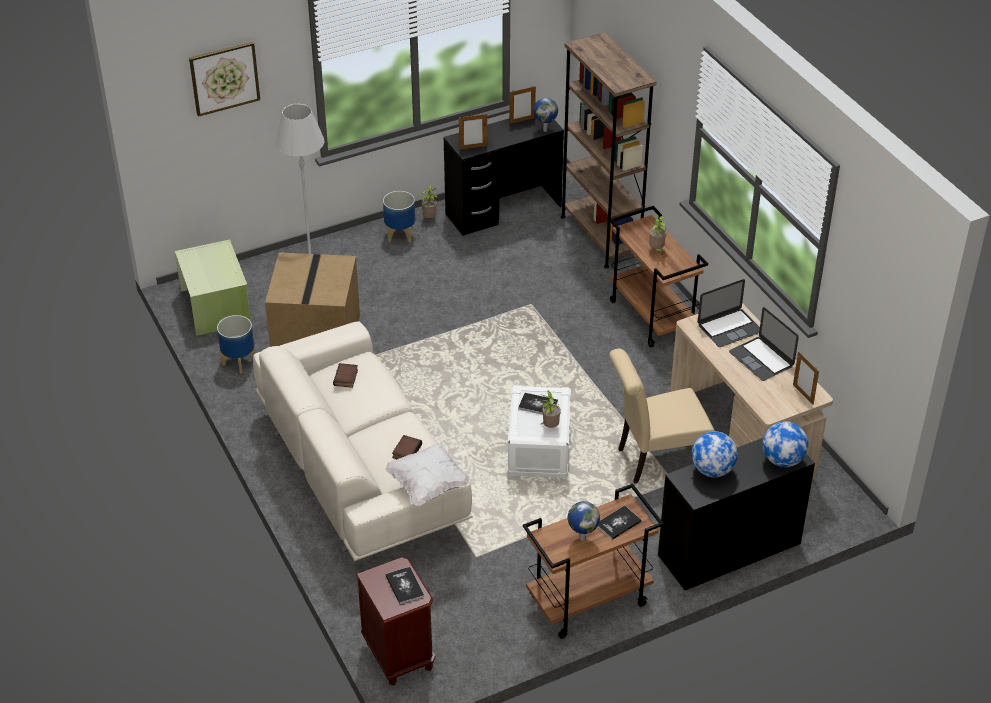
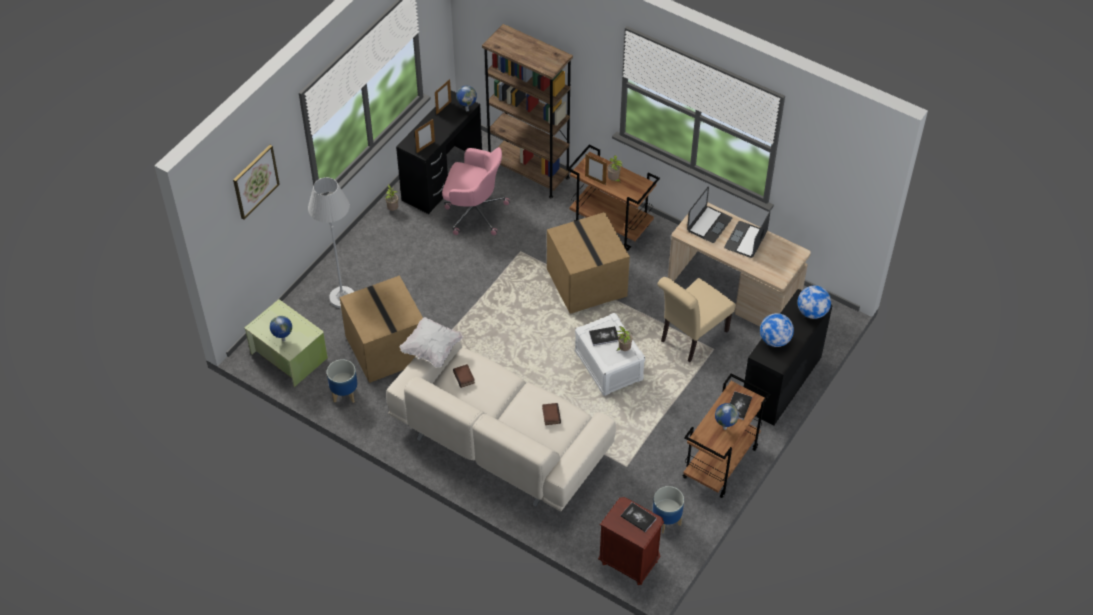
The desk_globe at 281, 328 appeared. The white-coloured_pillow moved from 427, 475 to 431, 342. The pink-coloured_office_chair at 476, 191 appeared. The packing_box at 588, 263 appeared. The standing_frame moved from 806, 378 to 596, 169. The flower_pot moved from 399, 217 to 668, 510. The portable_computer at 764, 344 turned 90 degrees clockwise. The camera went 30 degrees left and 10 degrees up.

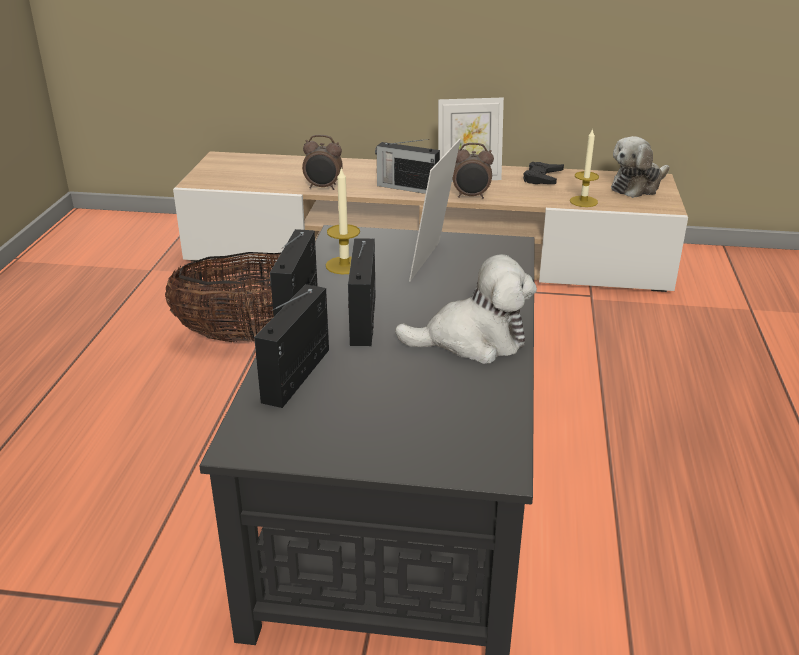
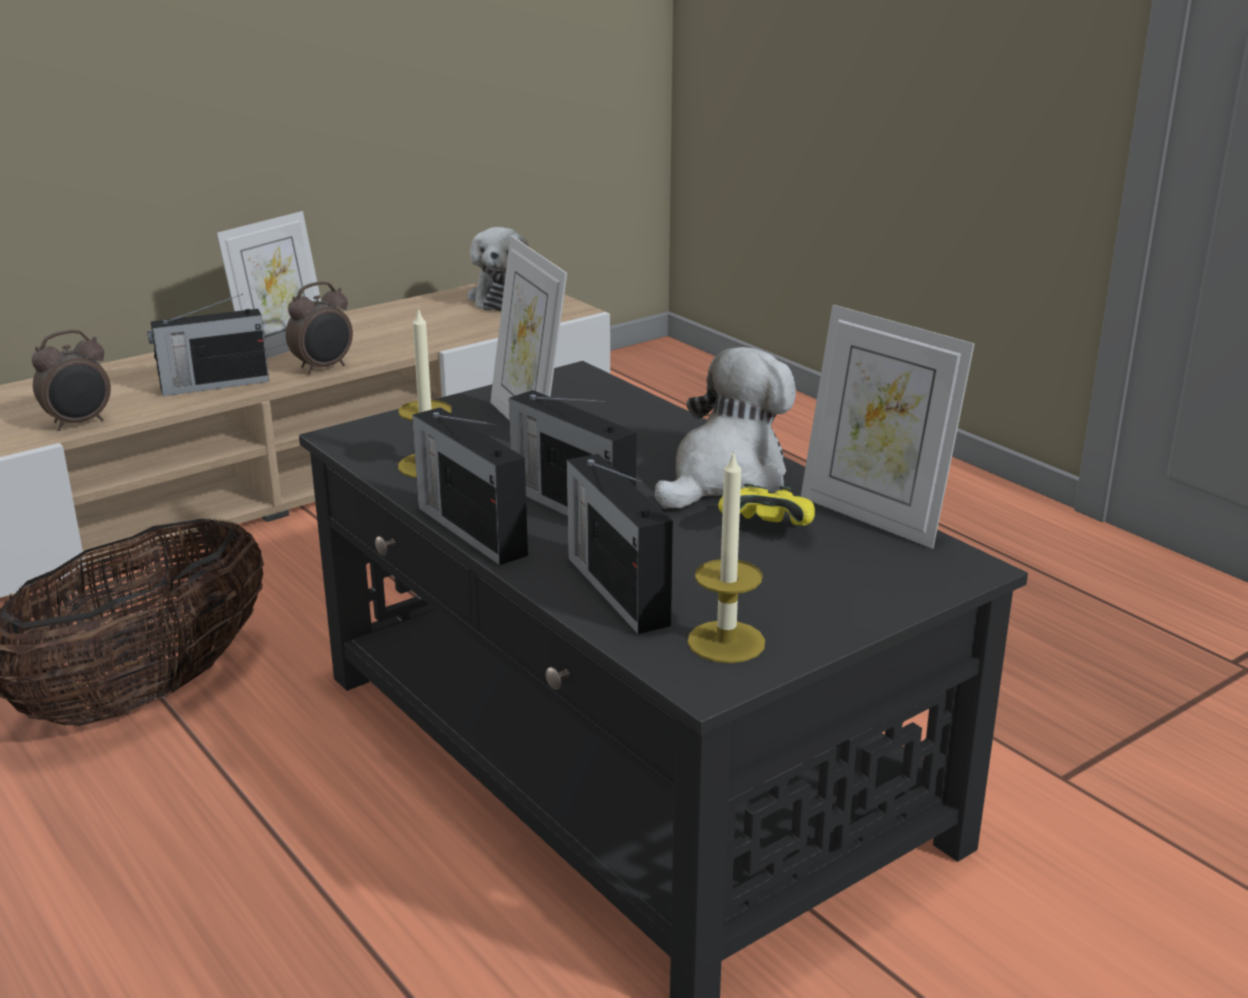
The wax_light moved from 584, 167 to 726, 556. The yellowish_joypad at 766, 505 appeared. The standing_frame at 888, 427 appeared. The black-coloured_joypad at 543, 173 disappeared. The camera went 45 degrees left and 5 degrees down.

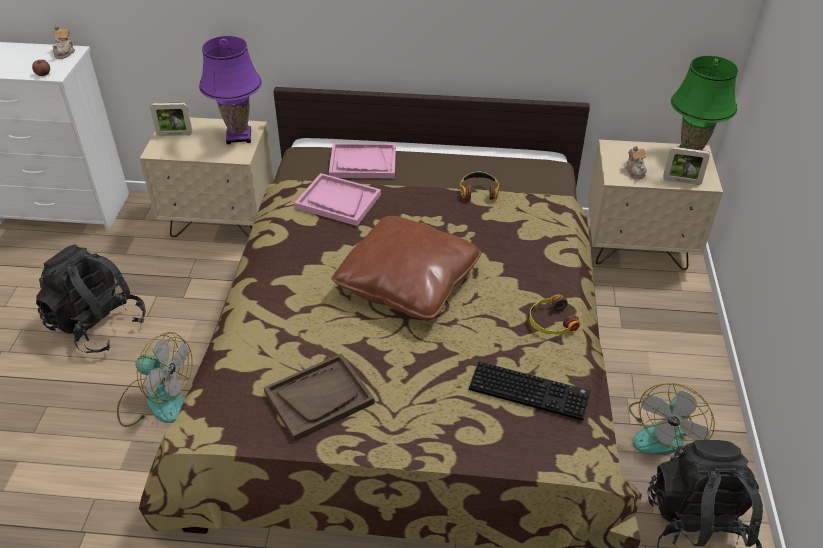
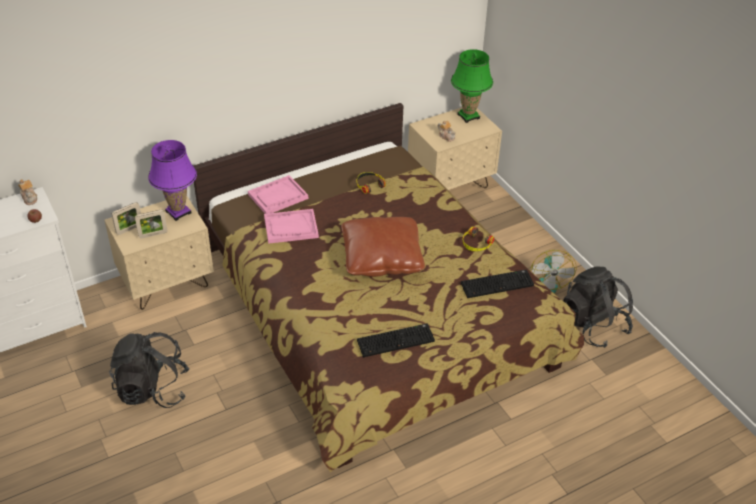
The standing_frame moved from 686, 166 to 151, 224. The brown-coloured_carrying_tray at 319, 397 was replaced by the computer_keyboard at 396, 340. The electric_fan at 154, 379 disappeared. The camera went 35 degrees left and 0 degrees up.

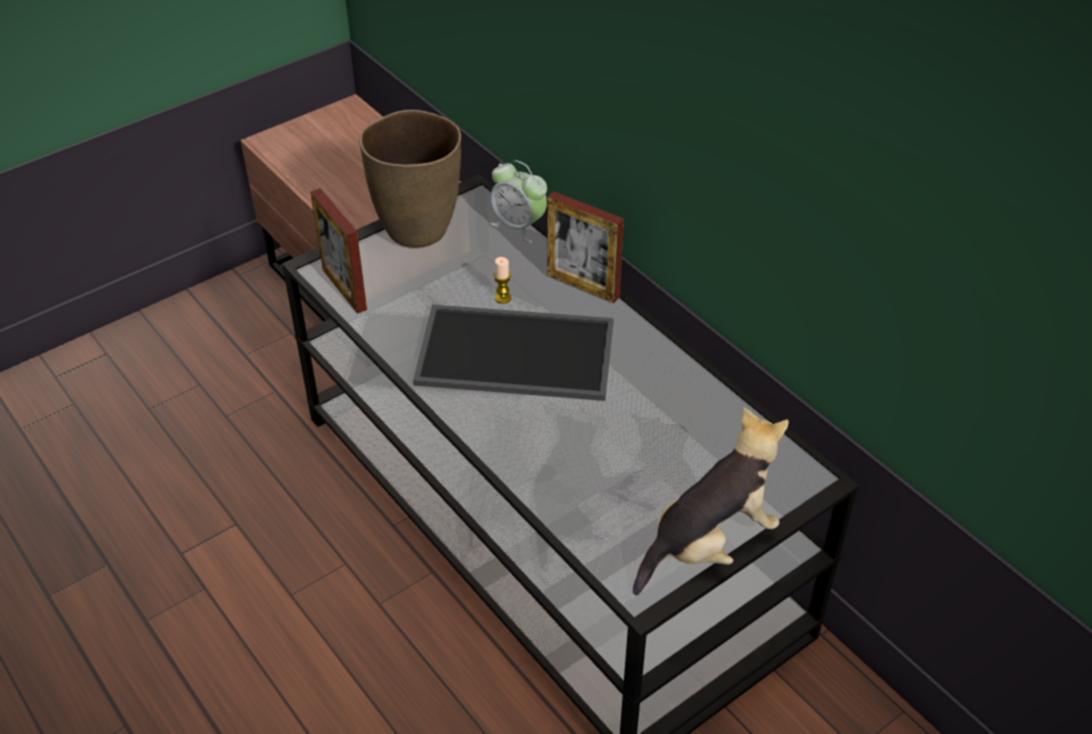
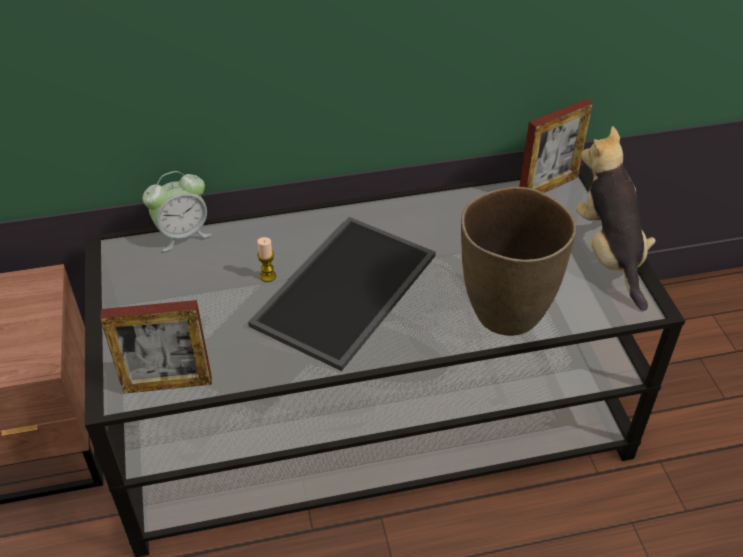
The brown-coloured_decorative_vase moved from 410, 179 to 518, 261. The standing_frame moved from 585, 247 to 556, 146. The camera went 65 degrees left and 0 degrees up.

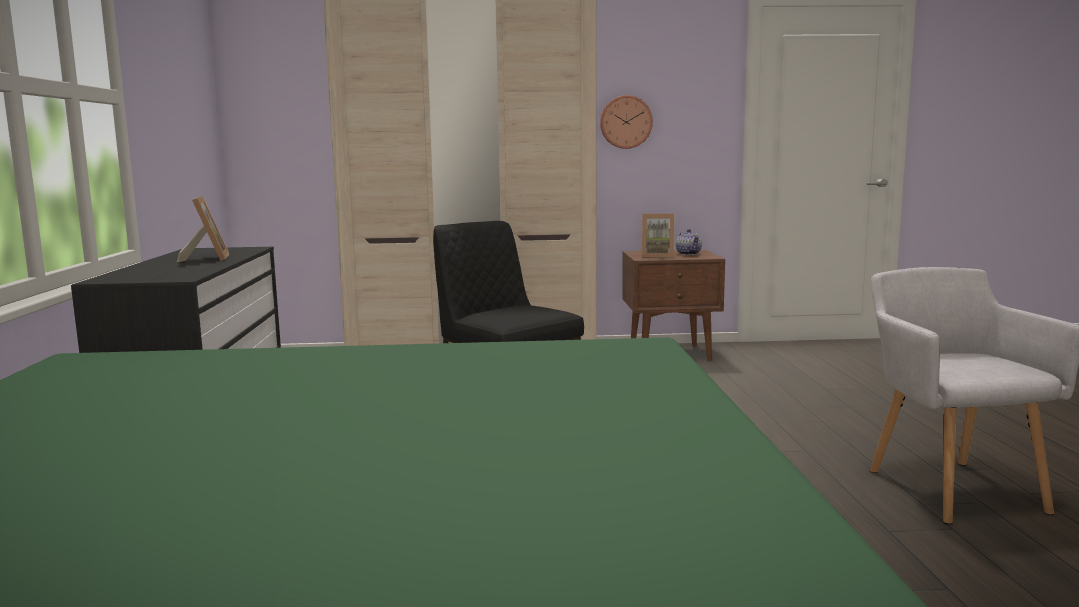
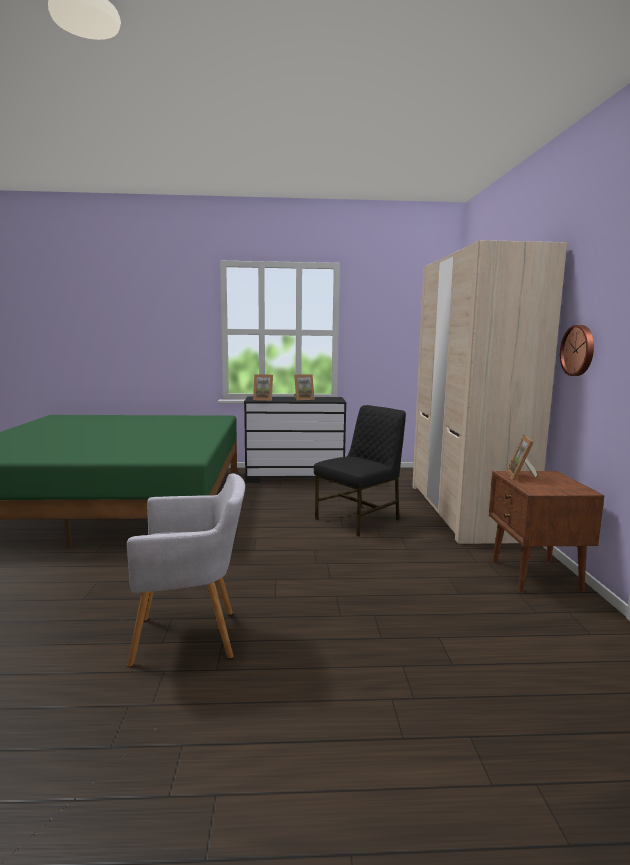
The standing_frame at 263, 387 appeared. The tea_pot at 689, 242 disappeared. The camera went 90 degrees right and 0 degrees up.

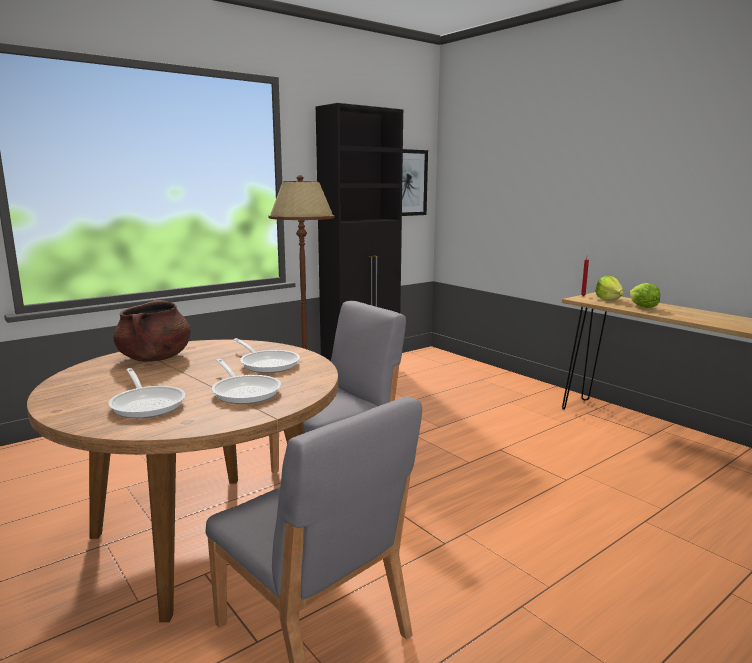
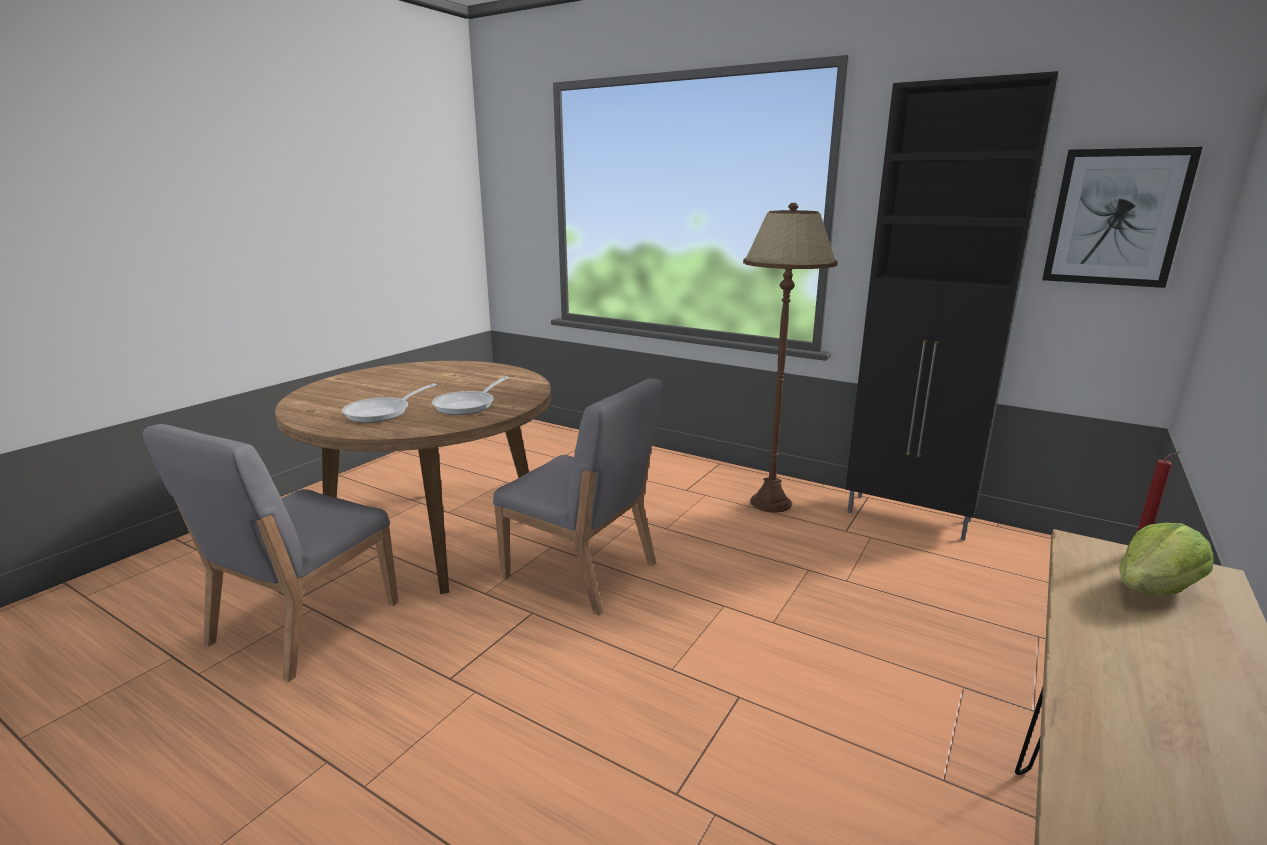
The pan at 146, 393 disappeared. The brown-coloured_stockpot at 152, 331 disappeared. The head_of_lettuce at 645, 295 disappeared. The camera went 70 degrees right and 5 degrees up.

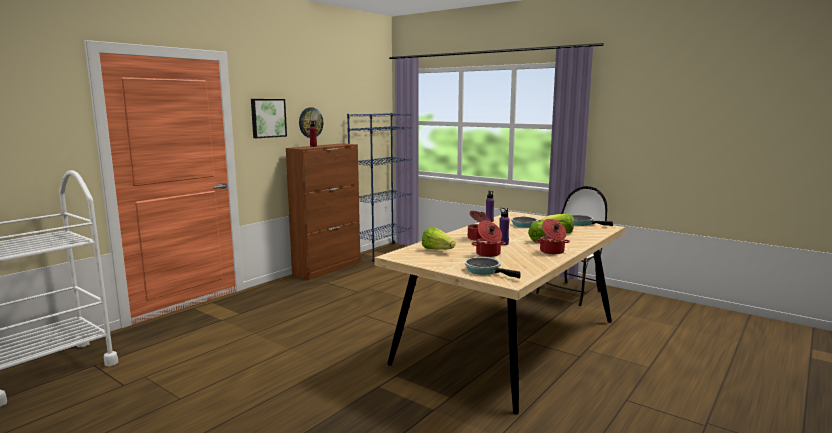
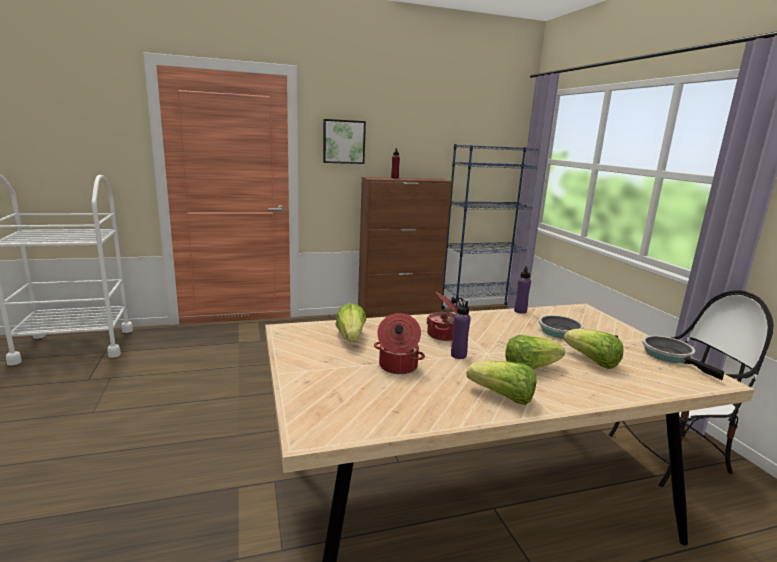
The stockpot at 553, 236 was replaced by the head_of_lettuce at 501, 382. The wall_clock at 311, 123 disappeared. The pan at 493, 267 disappeared. The camera went 35 degrees right and 5 degrees up.

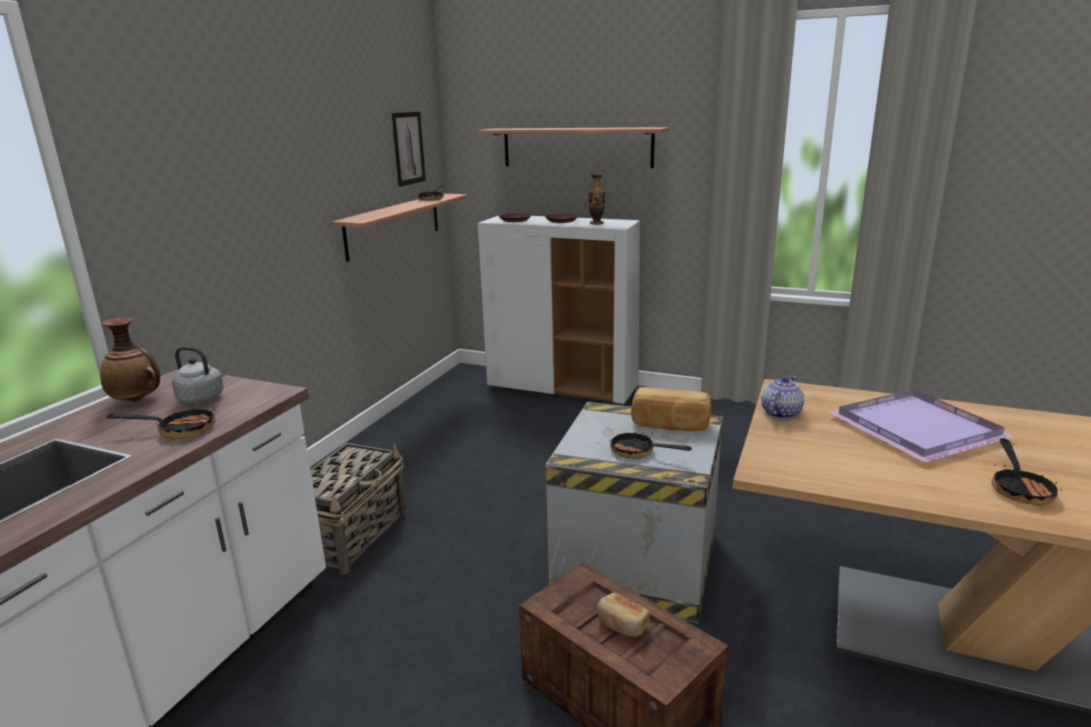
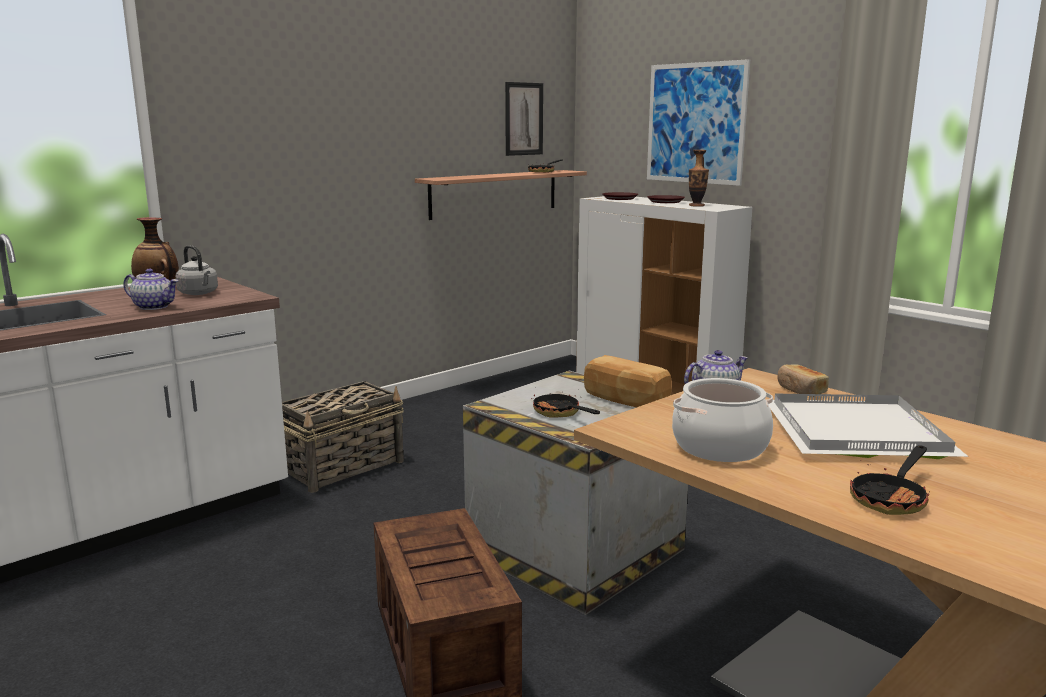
The pan at 160, 422 was replaced by the tea_pot at 151, 289. The bracket_shelf at 574, 147 was replaced by the wall_picture at 698, 122. The stockpot at 722, 420 appeared. The purple-coloured_carrying_tray at 921, 425 became the white-coloured_carrying_tray at 868, 426. The bakery_bread moved from 623, 615 to 803, 380. The camera went 25 degrees right and 5 degrees down.

